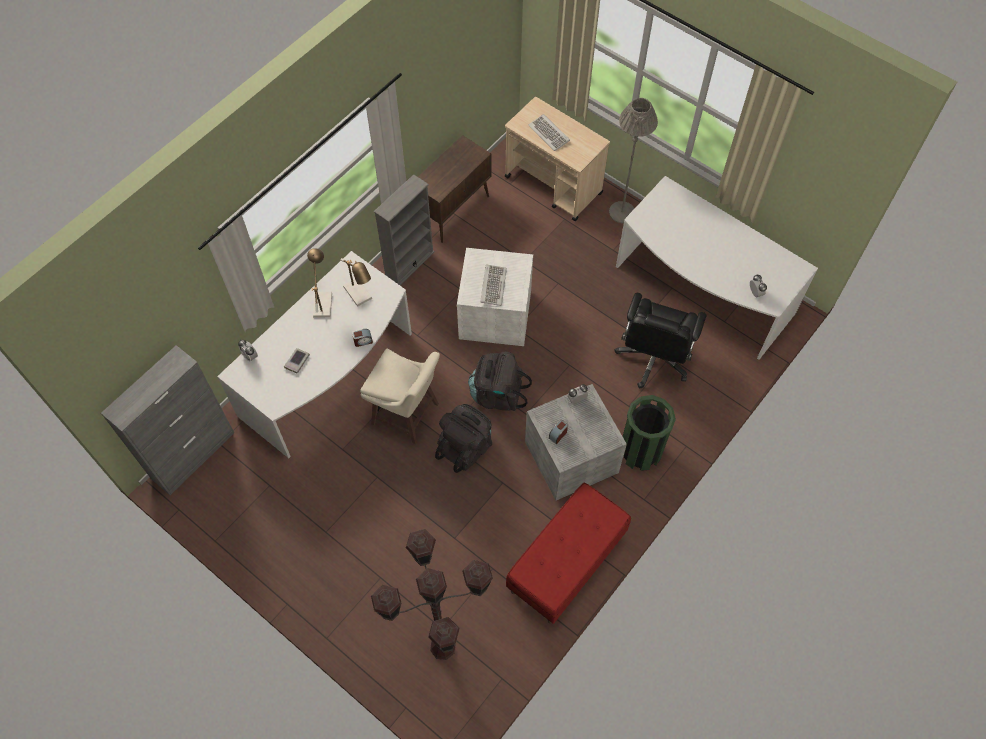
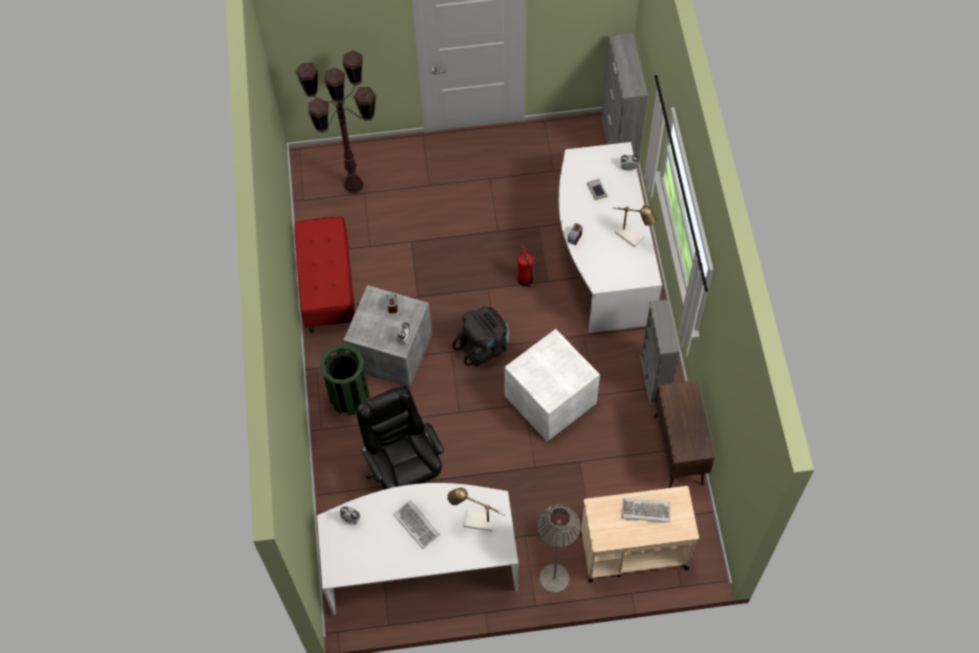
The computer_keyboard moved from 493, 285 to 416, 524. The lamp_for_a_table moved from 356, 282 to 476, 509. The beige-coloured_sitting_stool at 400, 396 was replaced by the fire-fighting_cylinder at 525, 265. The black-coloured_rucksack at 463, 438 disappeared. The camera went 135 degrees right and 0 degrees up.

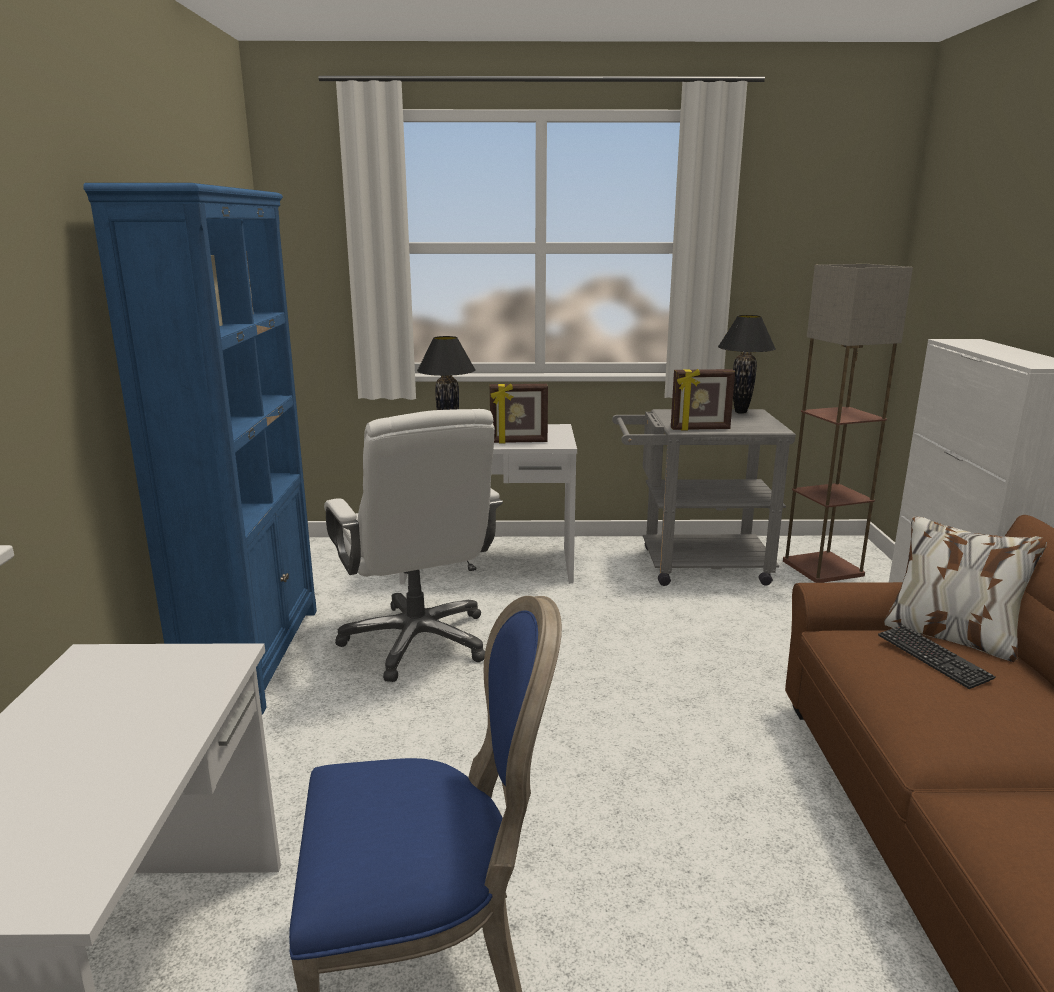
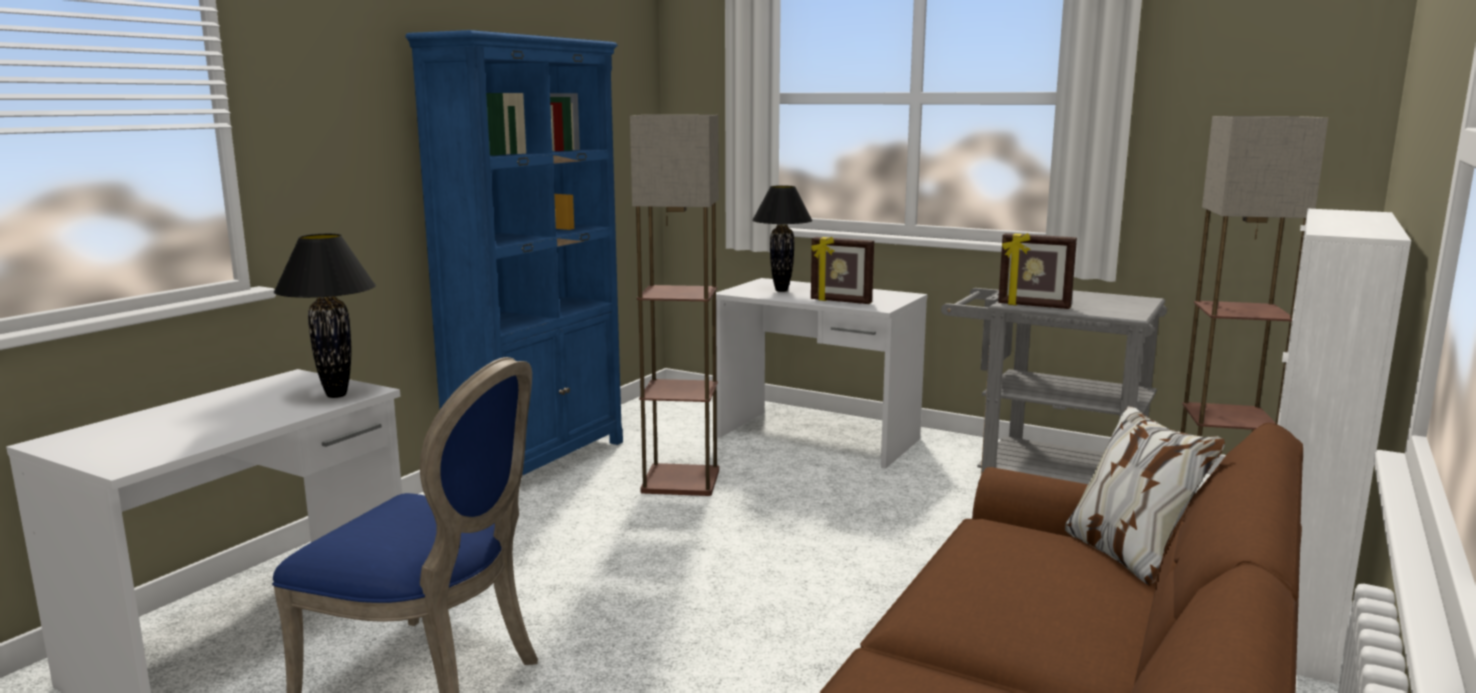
The black-coloured_lamp_for_a_table moved from 747, 364 to 325, 316. The white-coloured_office_chair at 413, 545 was replaced by the standing_lamp at 674, 305. The computer_keyboard at 937, 657 disappeared. The camera went 30 degrees right and 5 degrees down.

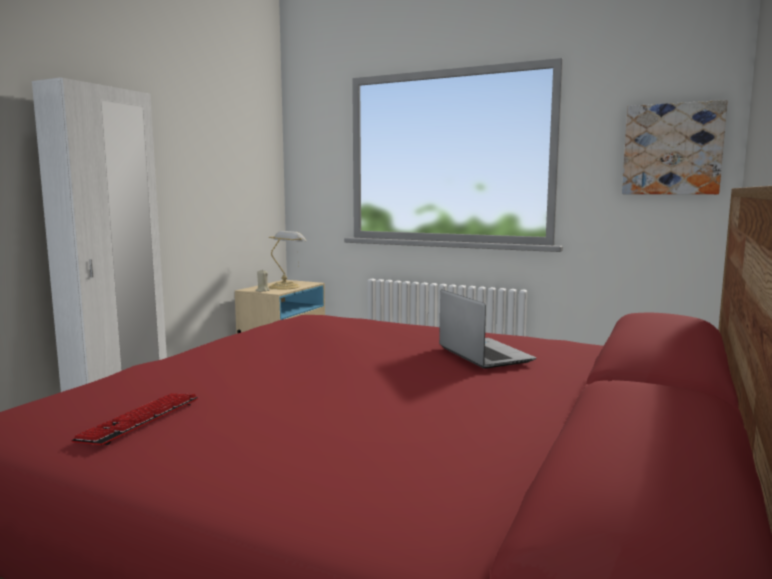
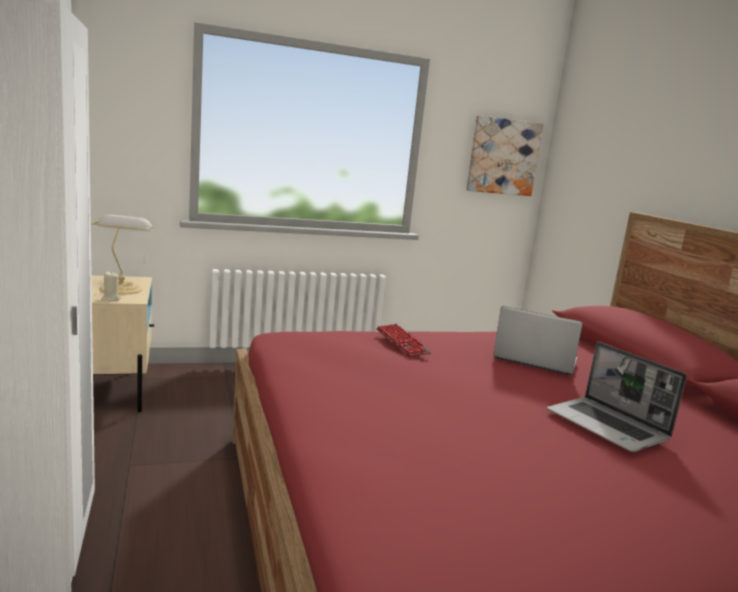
The computer_keyboard moved from 134, 419 to 403, 340. The portable_computer at 617, 397 appeared. The camera went 45 degrees left and 5 degrees up.

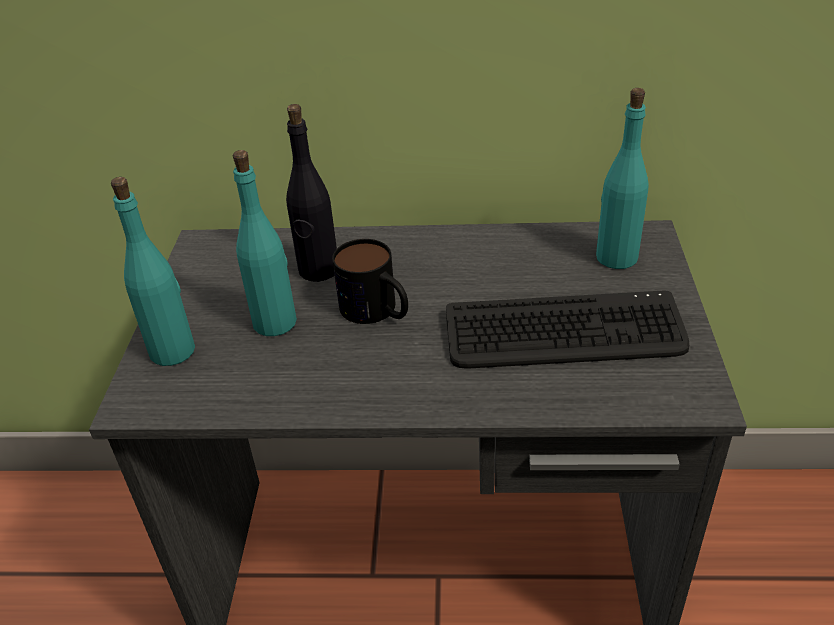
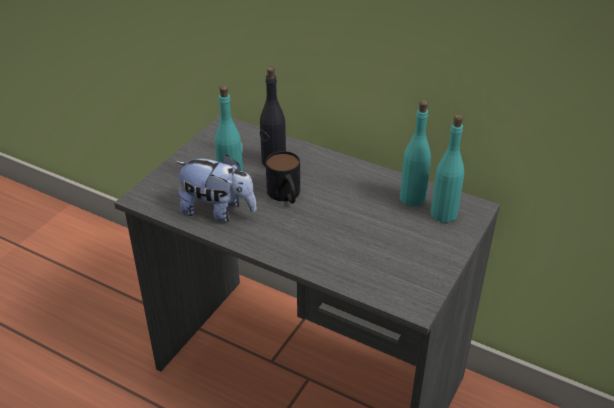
The plush_toy at 216, 189 appeared. The turquoise_beverage_bottle moved from 153, 271 to 415, 153. The computer_keyboard at 567, 329 disappeared. The camera went 25 degrees right and 0 degrees up.

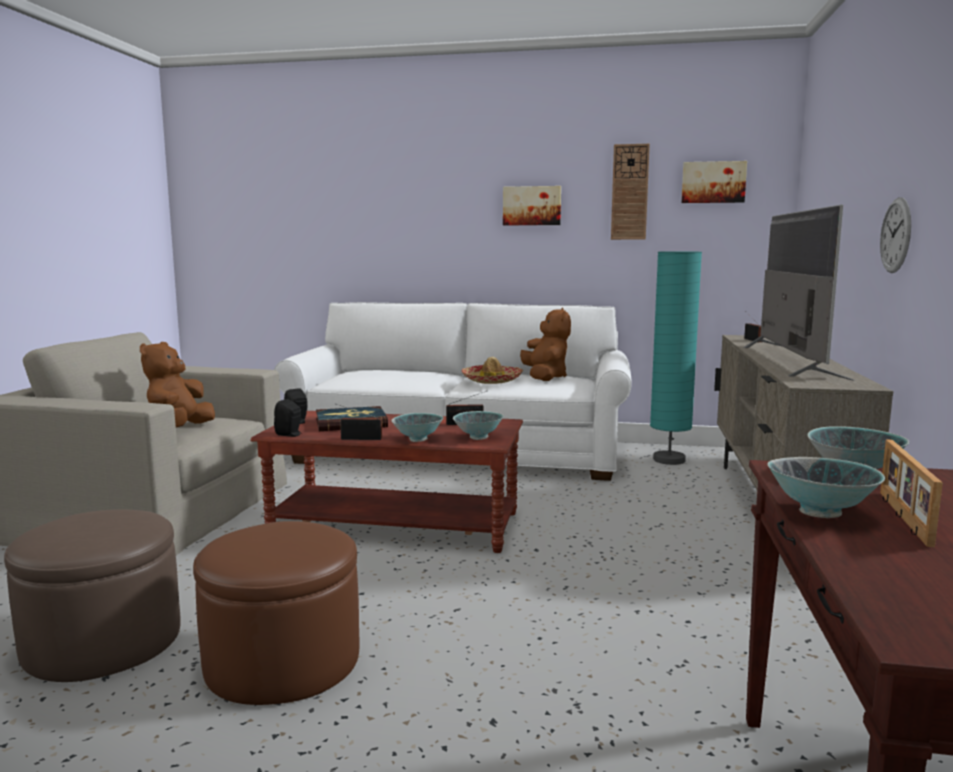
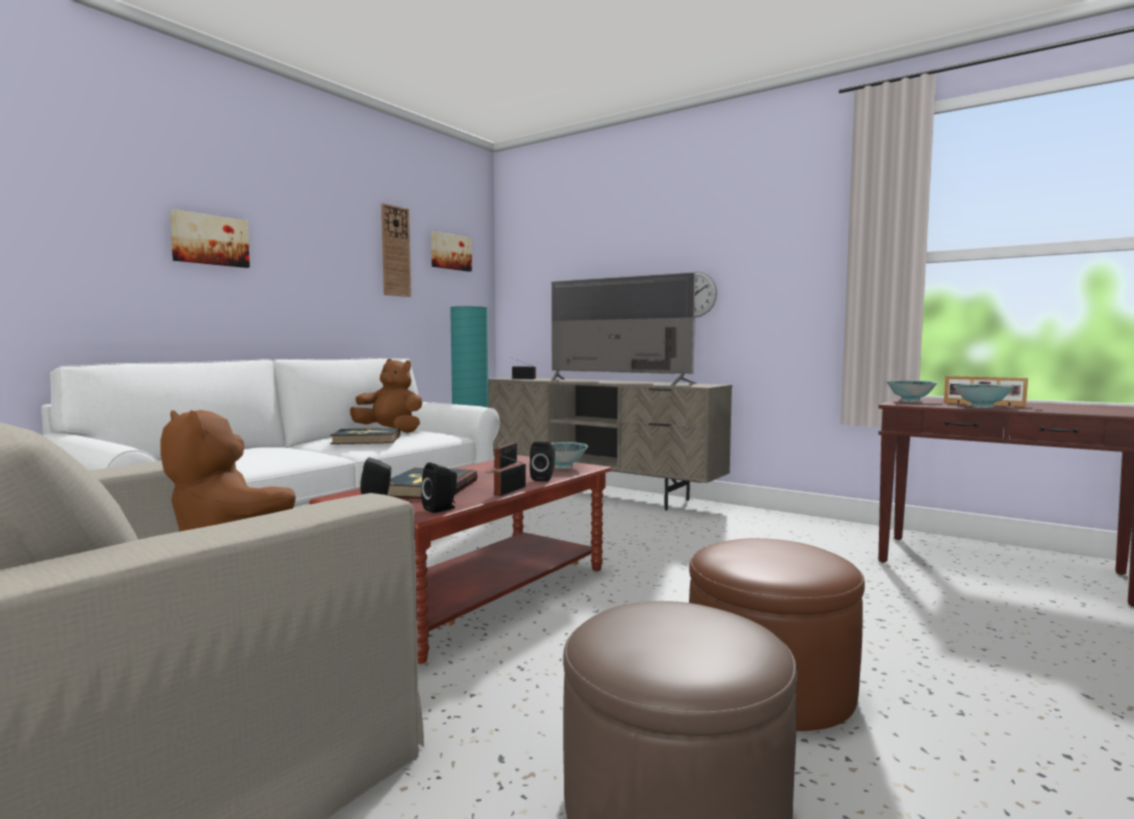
The wall_picture moved from 532, 205 to 210, 238. The hat at 492, 370 was replaced by the volume at 365, 436. The serving_bowl at 417, 427 was replaced by the black-coloured_loudspeaker at 542, 462. The camera went 65 degrees left and 5 degrees down.

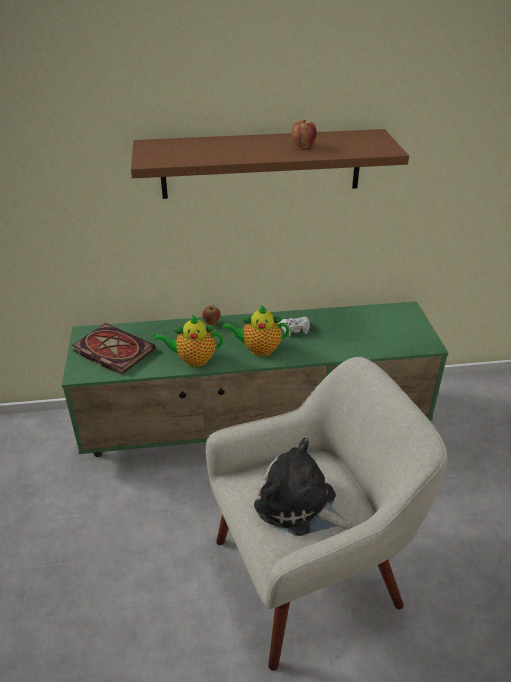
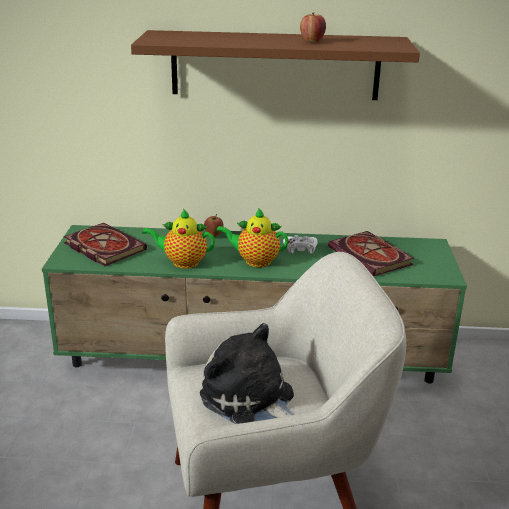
The volume at 371, 253 appeared. The camera went 10 degrees right and 10 degrees down.

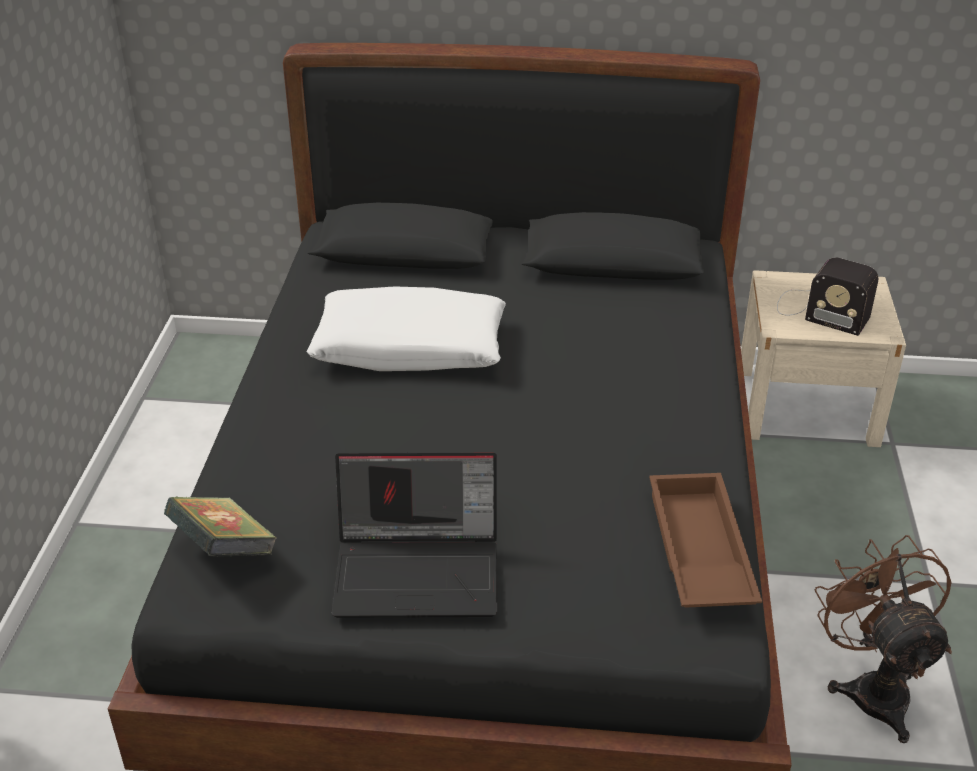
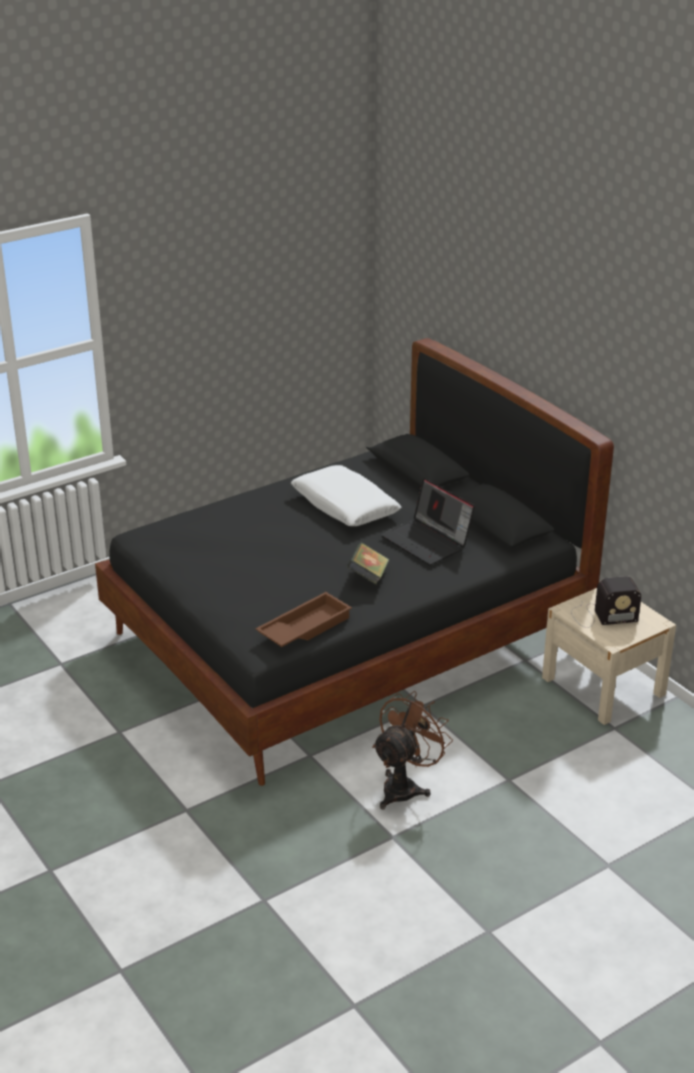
The volume moved from 220, 526 to 368, 563. The portable_computer moved from 415, 535 to 428, 521. The radio_set at 827, 296 turned 90 degrees counterclockwise. The camera went 50 degrees right and 5 degrees down.

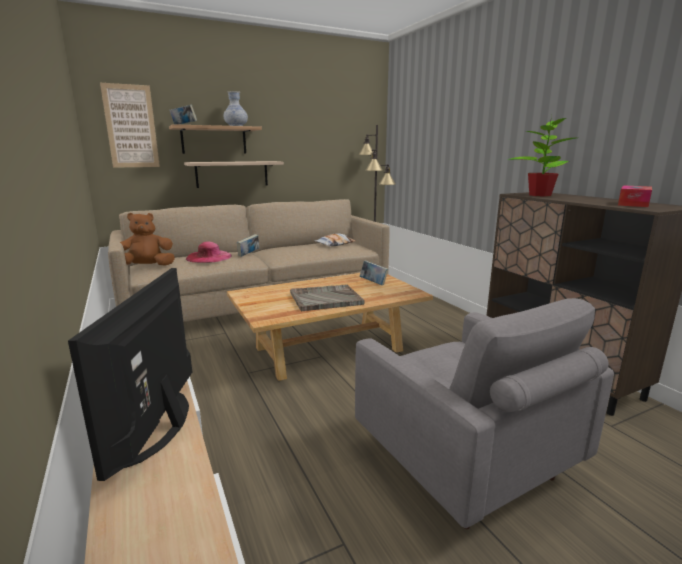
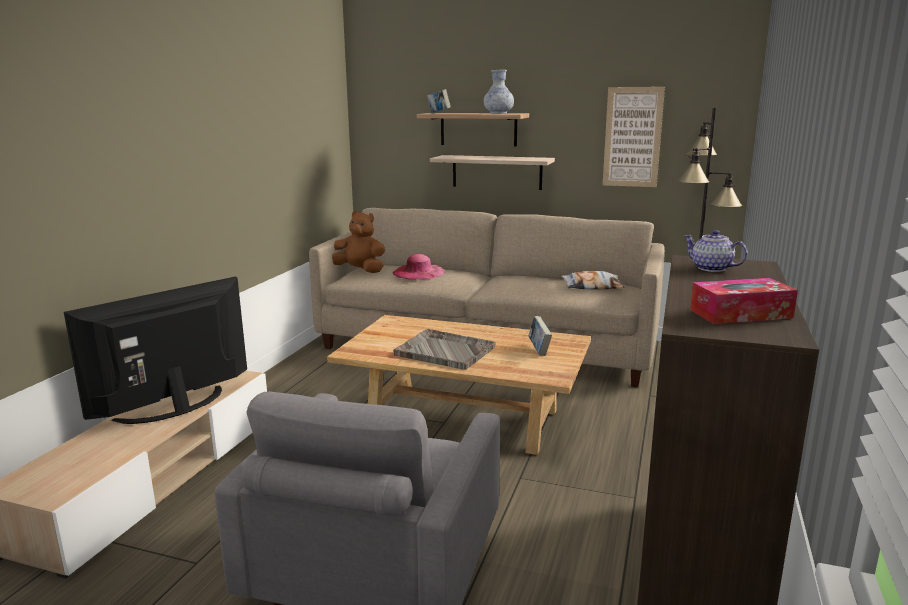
The wall_picture moved from 130, 125 to 634, 137. The houseplant at 542, 157 was replaced by the tea_pot at 715, 251. The volume at 248, 245 disappeared. The camera went 45 degrees right and 0 degrees up.

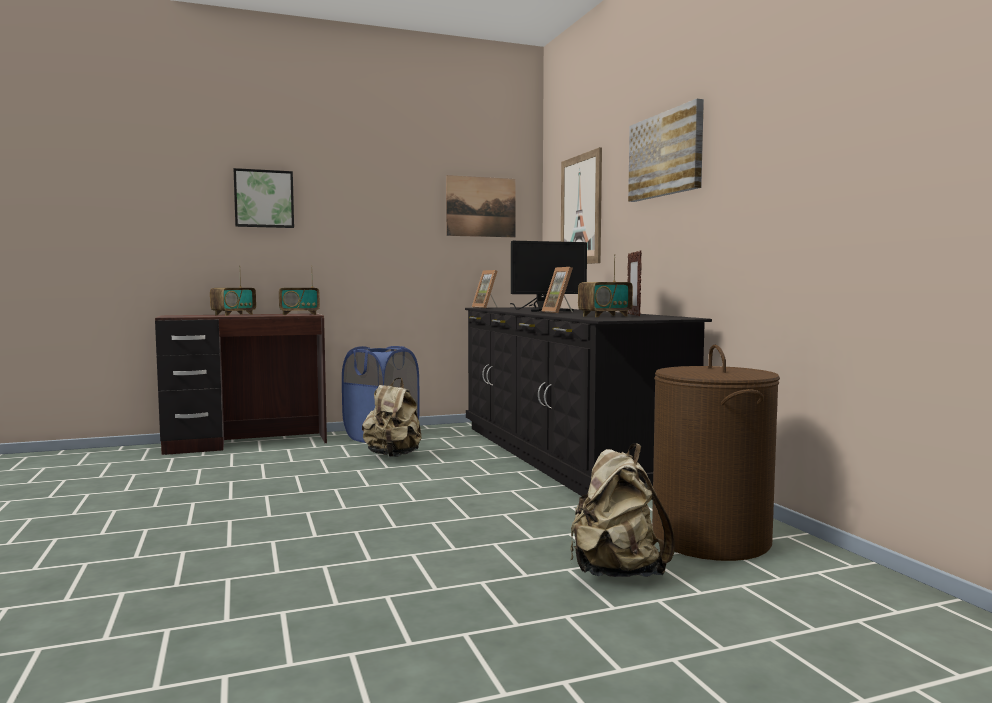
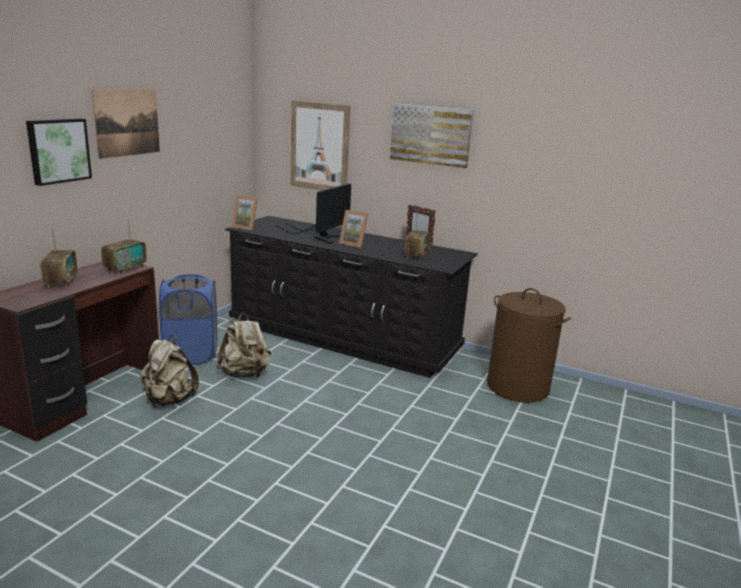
The wall_picture moved from 481, 206 to 126, 124. The beige-coloured_rucksack moved from 622, 510 to 169, 371. The camera went 45 degrees left and 15 degrees up.

